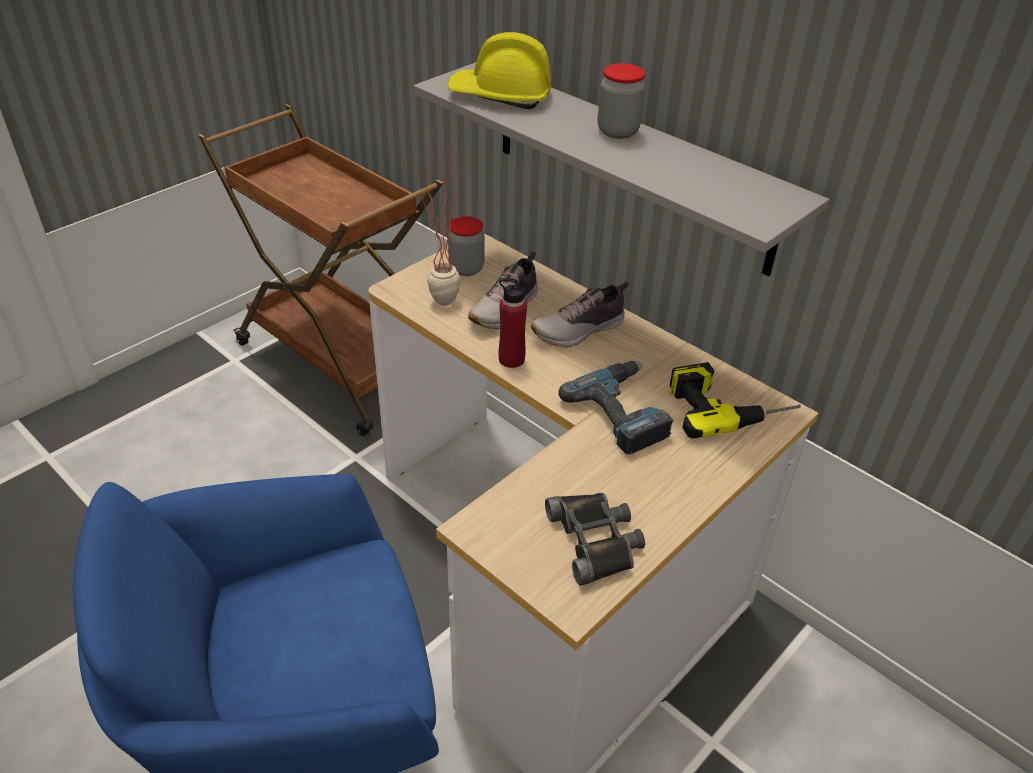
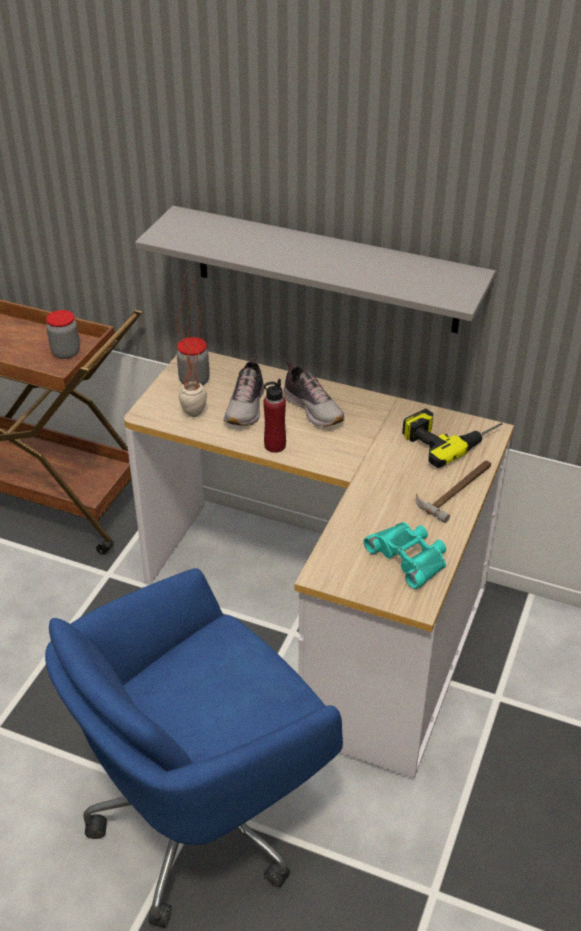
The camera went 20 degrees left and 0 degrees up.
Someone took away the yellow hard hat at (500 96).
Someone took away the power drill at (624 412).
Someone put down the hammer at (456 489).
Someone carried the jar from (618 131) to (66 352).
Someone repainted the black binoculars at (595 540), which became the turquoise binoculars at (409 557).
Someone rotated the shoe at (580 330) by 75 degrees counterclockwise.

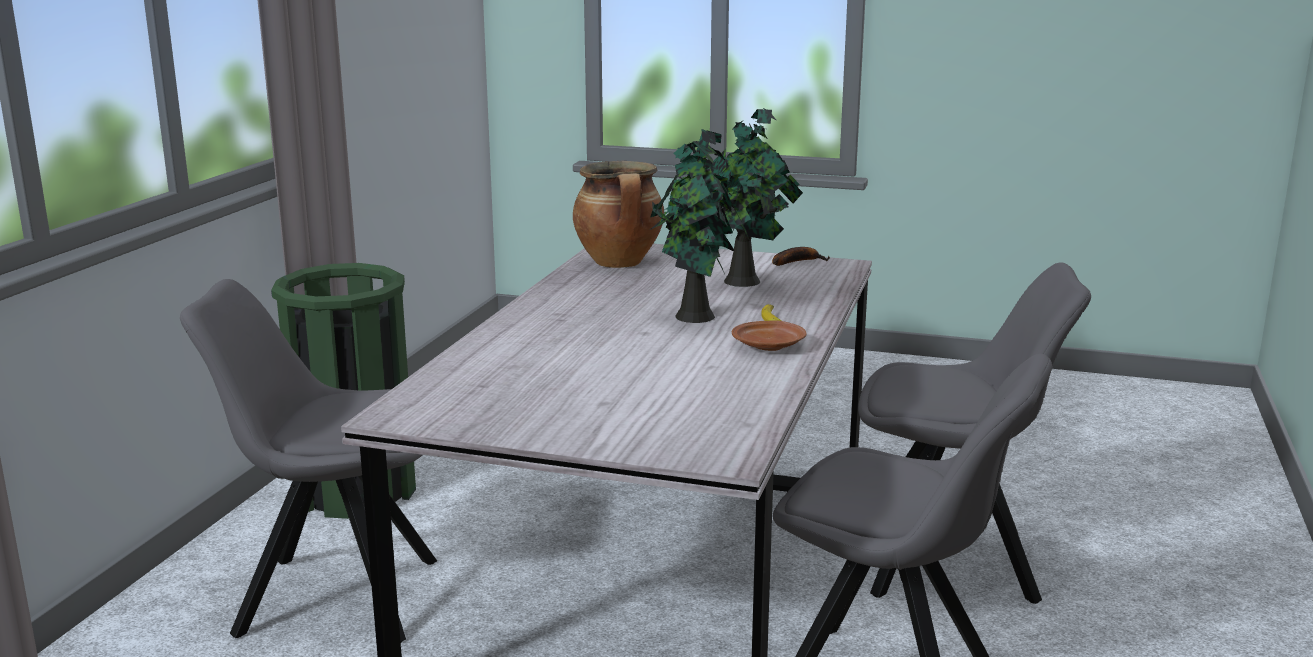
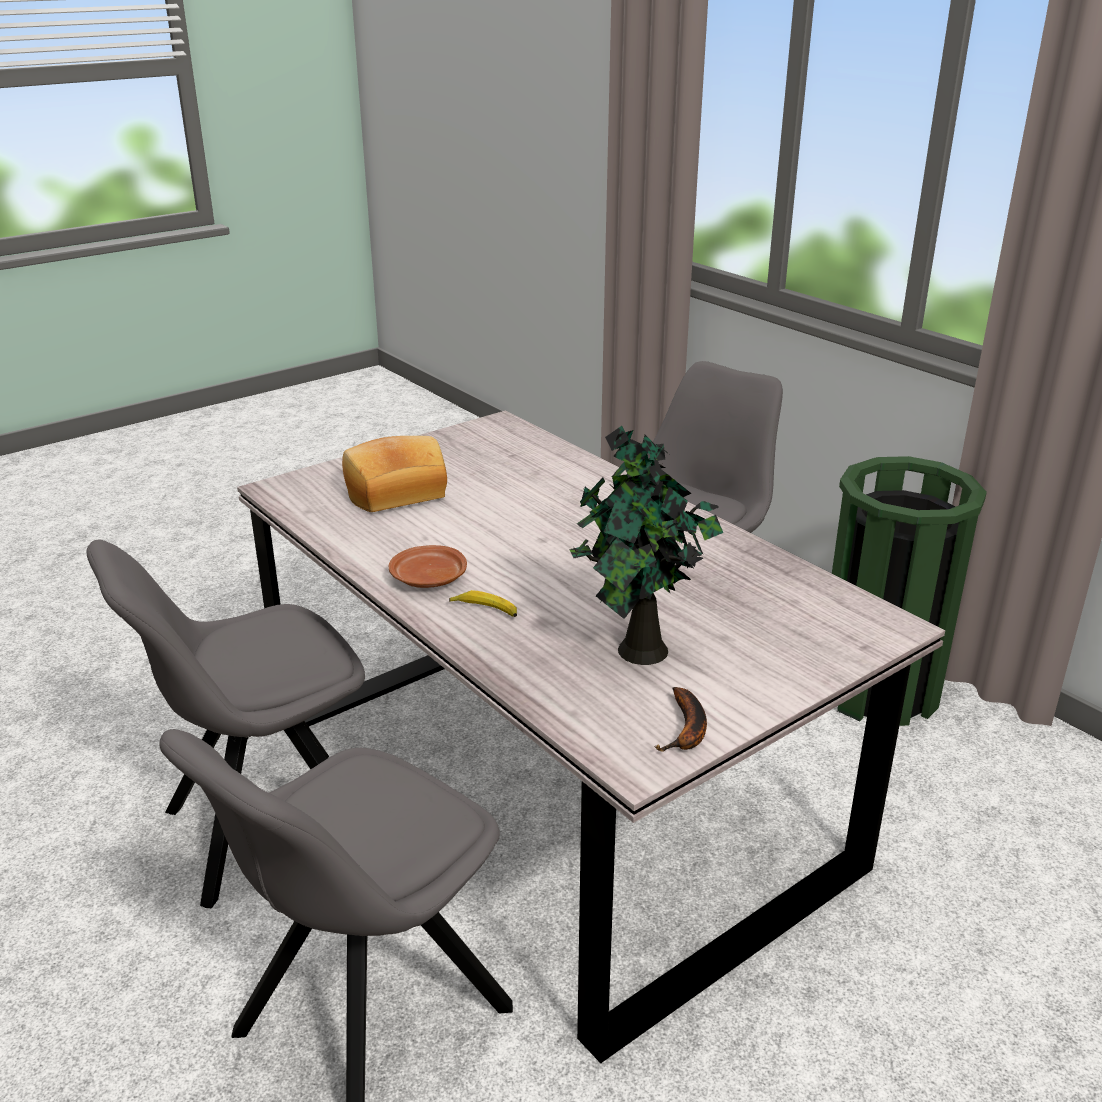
The camera went 125 degrees right and 10 degrees up.
Someone took away the cooking pot at (620 263).
Someone took away the potted plant at (698 317).
Someone put down the bread at (394 491).

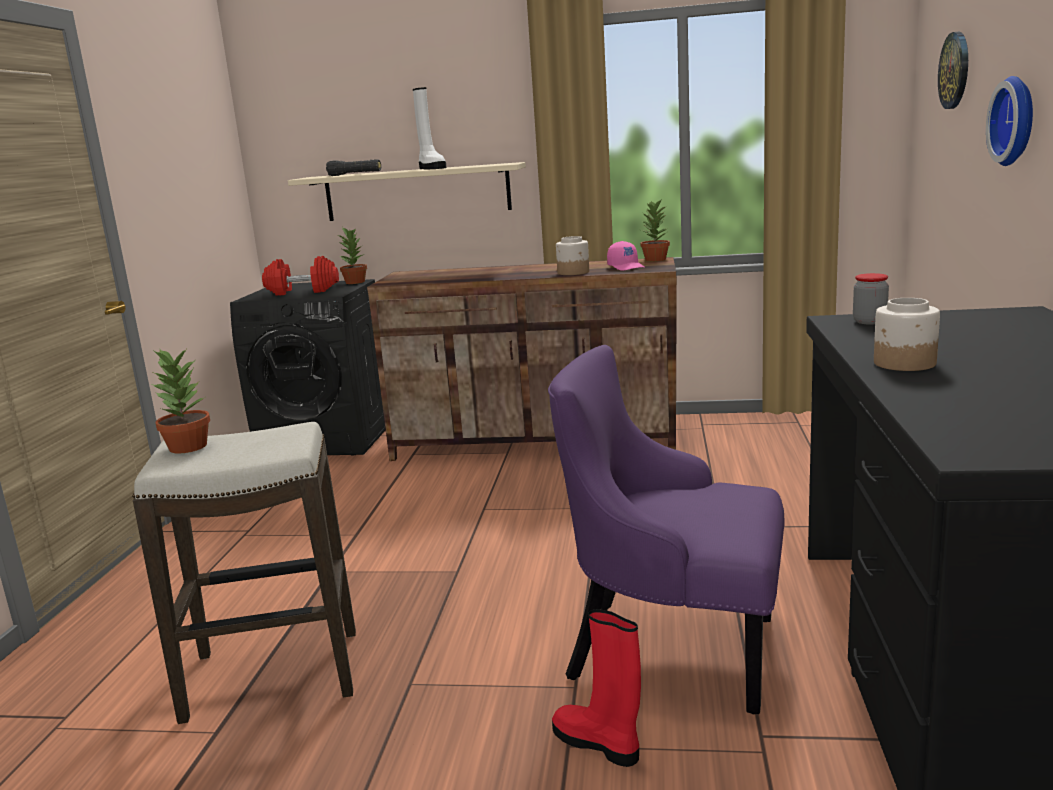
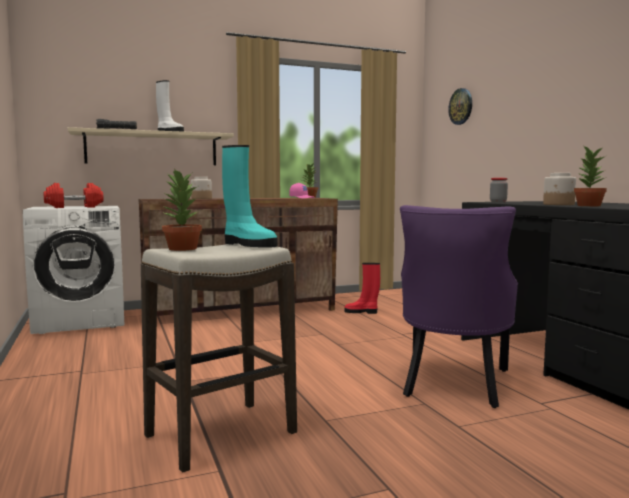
The camera went 30 degrees left and 10 degrees down.
Someone took away the wall clock at (1017 121).
Someone put down the turquoise boot at (248 244).
Someone carried the potted plant from (355 282) to (588 206).
Someone carried the red boot from (598 744) to (362 312).
Someone carried the jar from (573 272) to (202 199).
Someone repainted the black washing machine at (327 442), which became the white washing machine at (81 323).
Someone rotated the purple chair at (676 651) by 60 degrees counterclockwise.

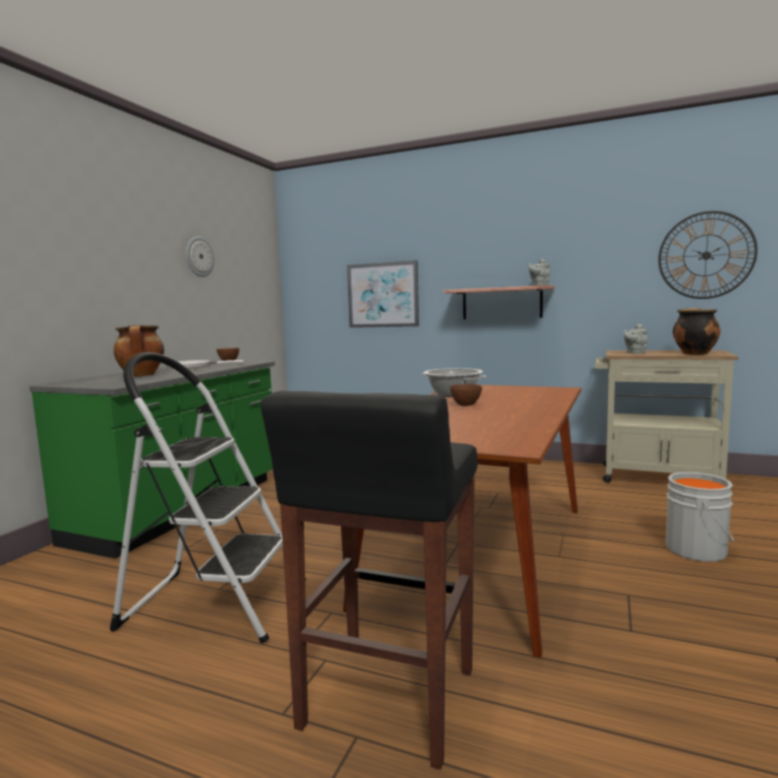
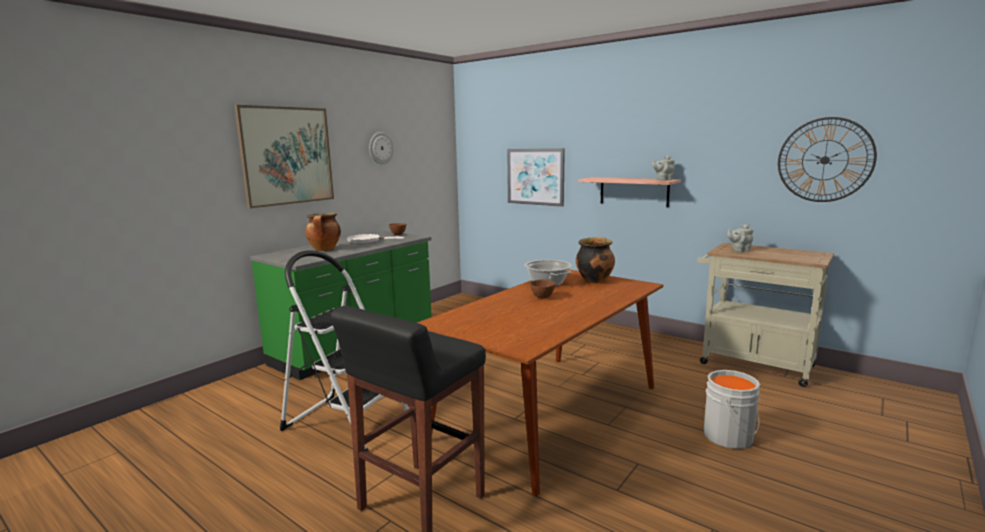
The camera went 15 degrees right and 5 degrees up.
Someone put up the picture at (287 156).
Someone carried the cooking pot from (694 354) to (594 280).

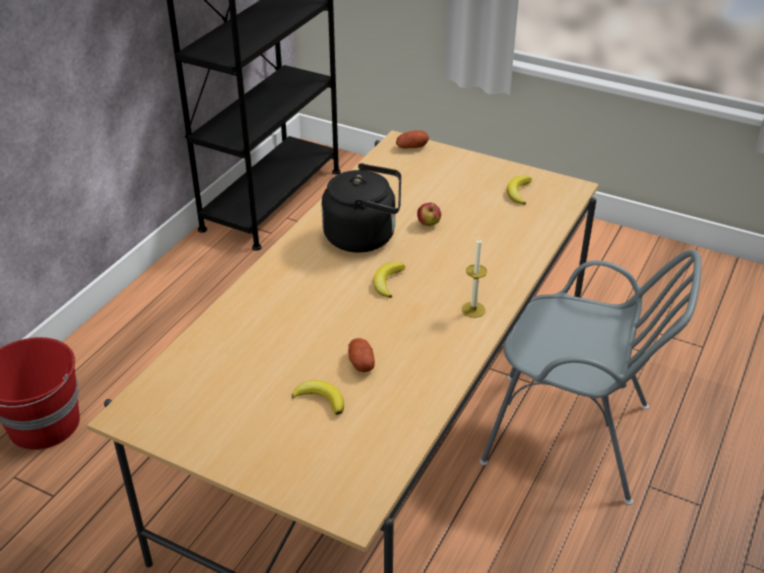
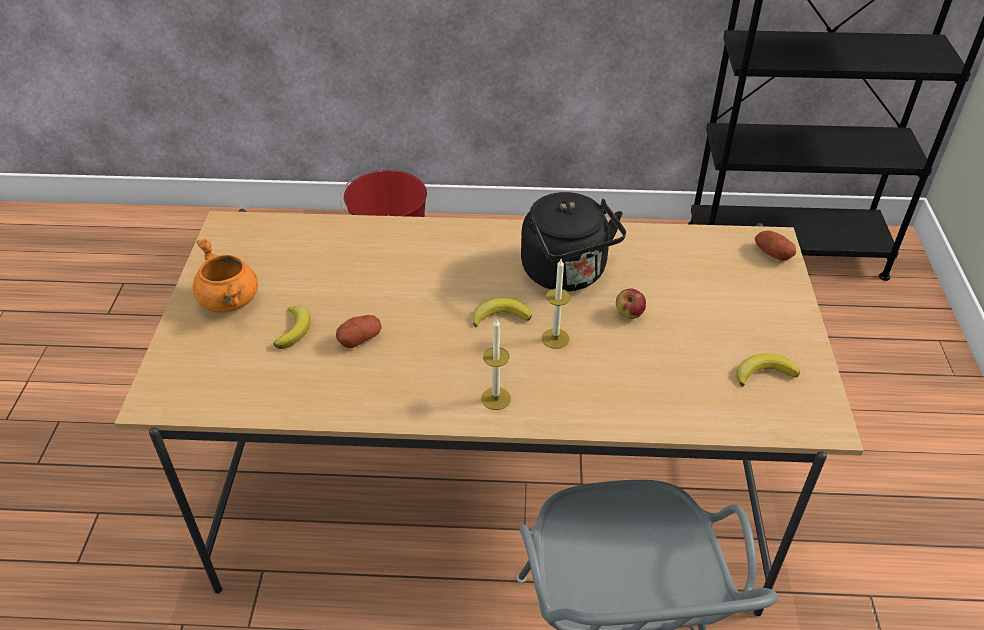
The camera went 65 degrees right and 5 degrees up.
Someone put down the orange cooking pot at (231 301).
Someone put down the candle at (555 338).

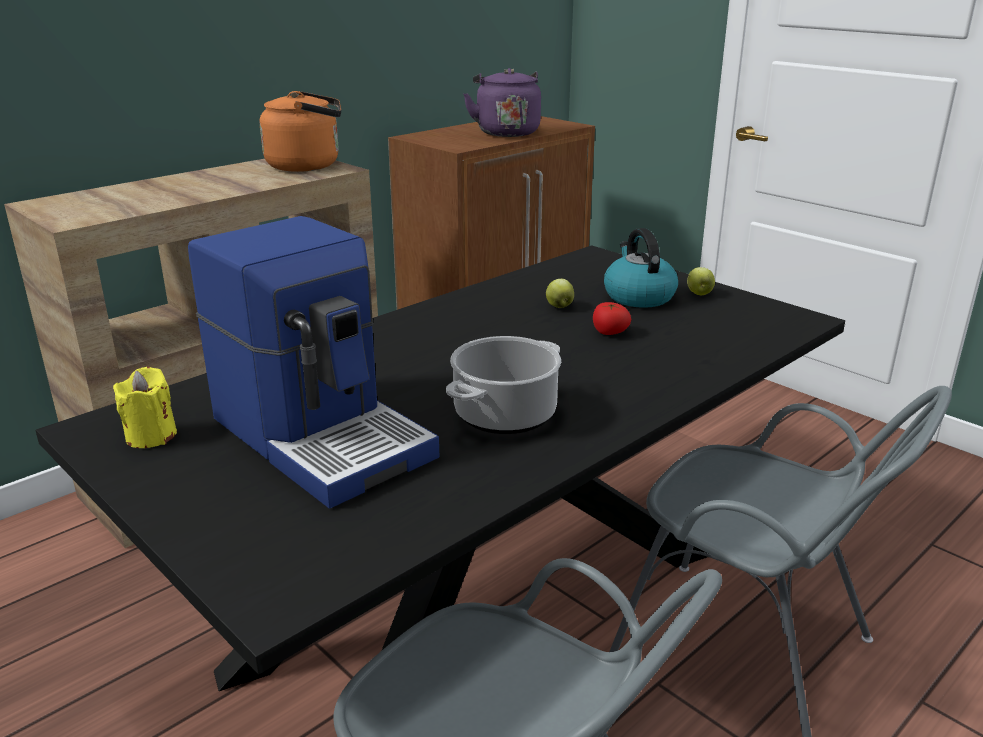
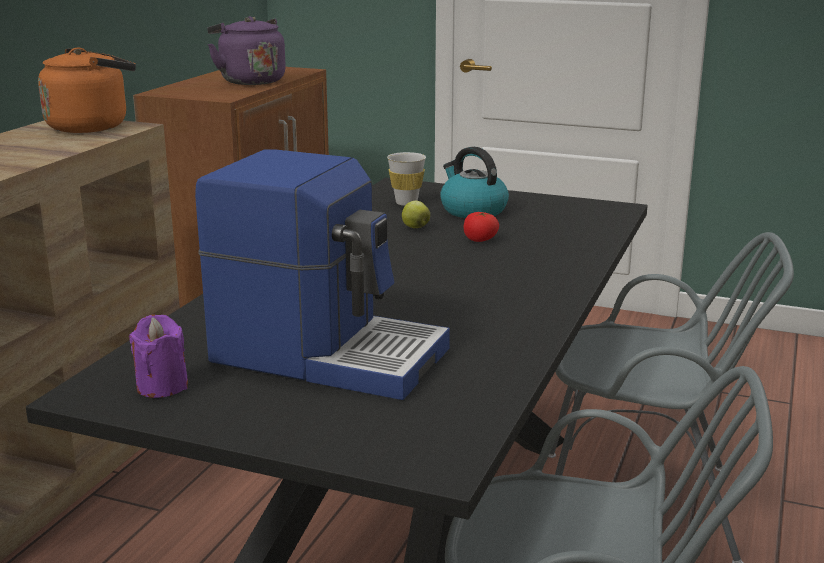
The camera went 25 degrees left and 5 degrees down.
Someone took away the cooking pot at (505 414).
Someone took away the apple at (699 294).
Someone put down the white cup at (406 203).
Someone repainted the yellow candle at (151 436), which became the purple candle at (162 386).

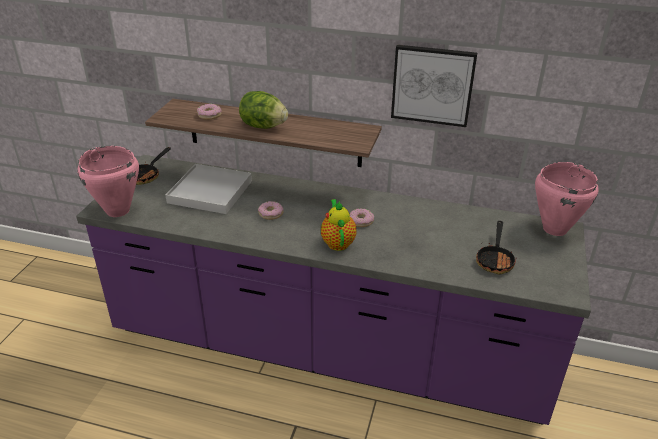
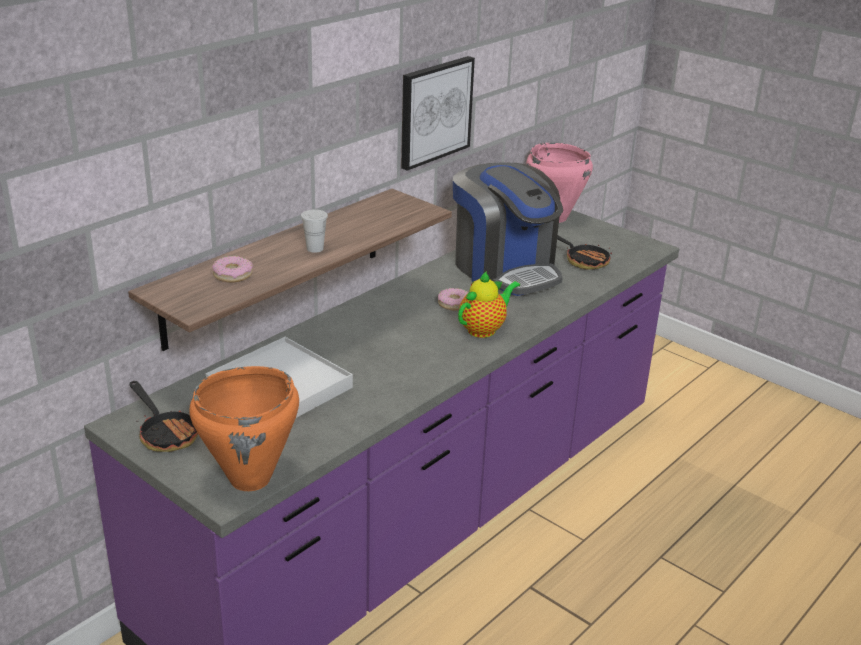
The camera went 65 degrees left and 5 degrees down.
Someone took away the donut at (271 214).
Someone put down the coffee machine at (505 270).
Someone swapped the lettuce at (263 126) for the white cup at (315 248).
Someone repainted the pink cooking pot at (117 211), which became the orange cooking pot at (251 479).
Someone rotated the teapot at (337 242) by 120 degrees clockwise.

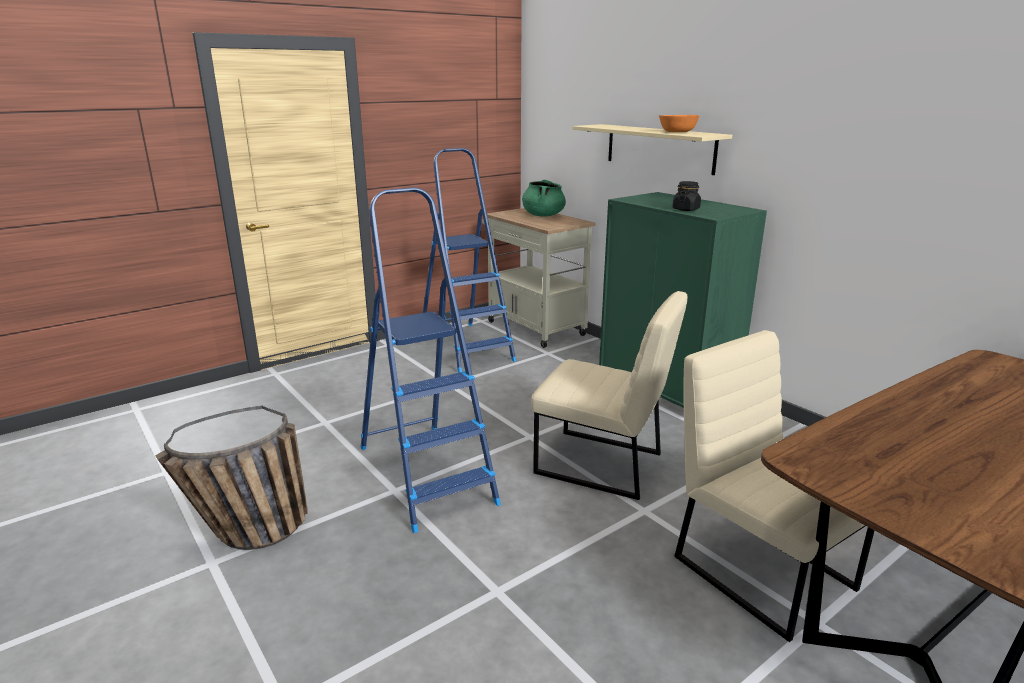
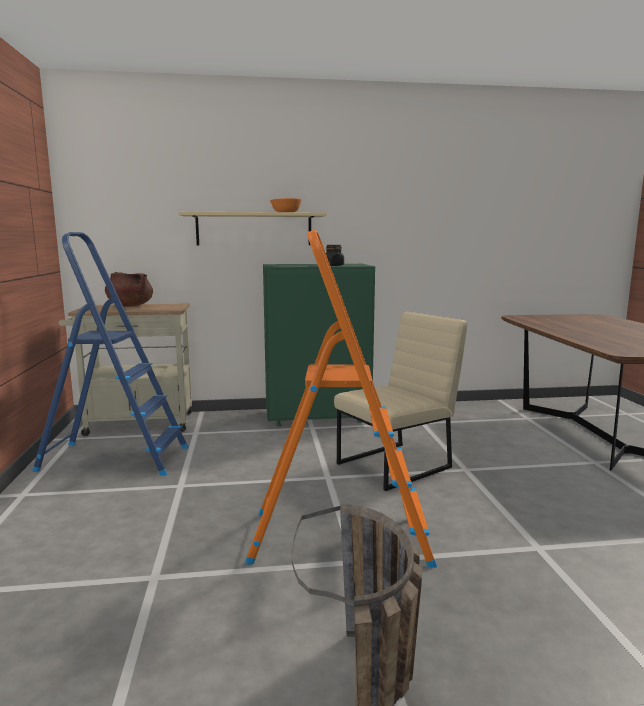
The camera went 60 degrees left and 10 degrees down.
Someone took away the beige chair at (759 569).
Someone repainted the blue step ladder at (426 474), which became the orange step ladder at (341 538).
Someone repainted the green cooking pot at (543 215), which became the brown cooking pot at (130 306).

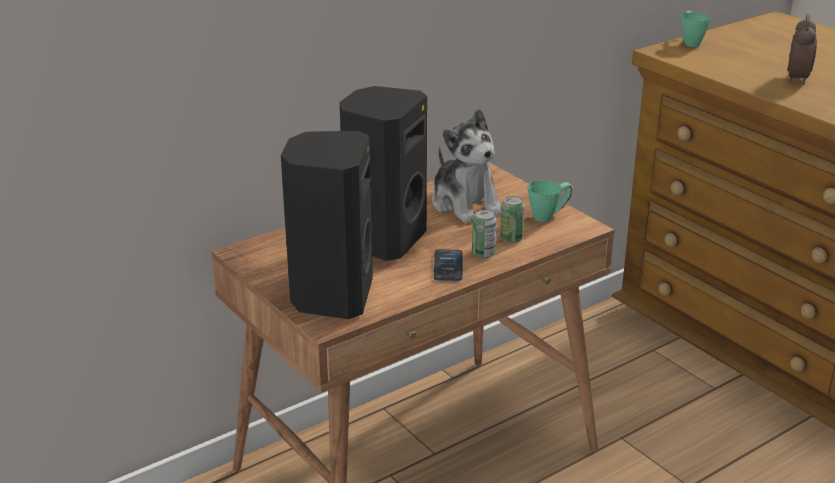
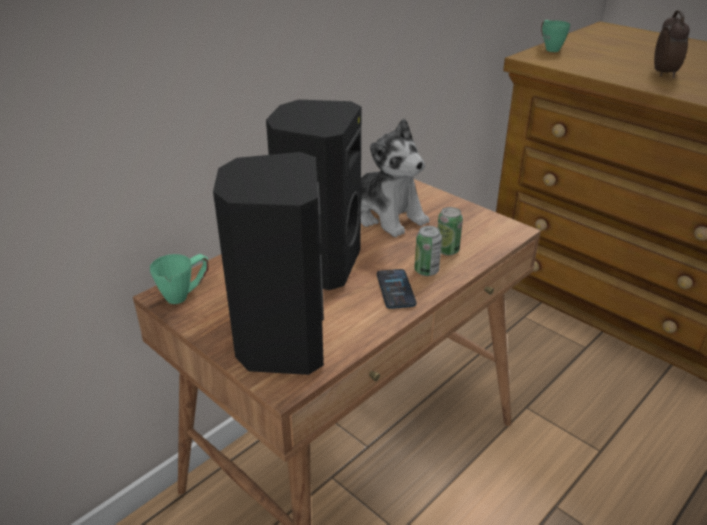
The camera went 10 degrees left and 5 degrees up.
Someone carried the green mug from (549 216) to (185 294).

